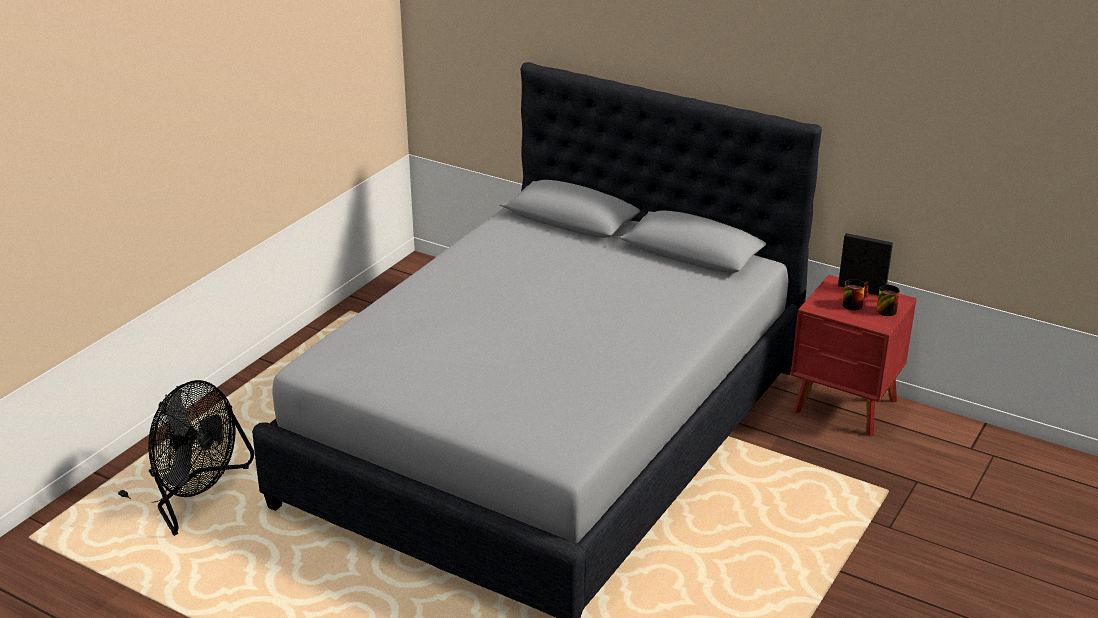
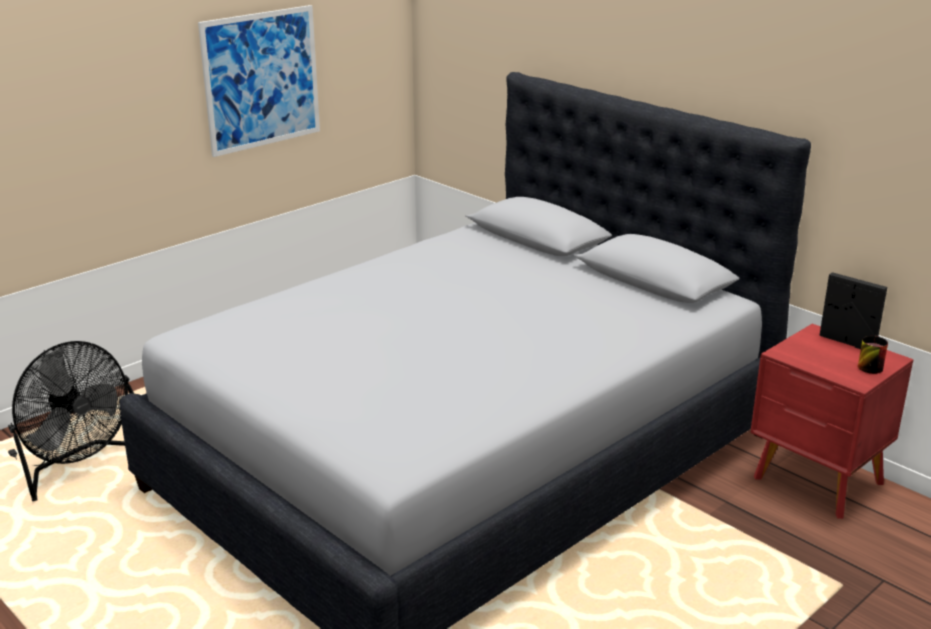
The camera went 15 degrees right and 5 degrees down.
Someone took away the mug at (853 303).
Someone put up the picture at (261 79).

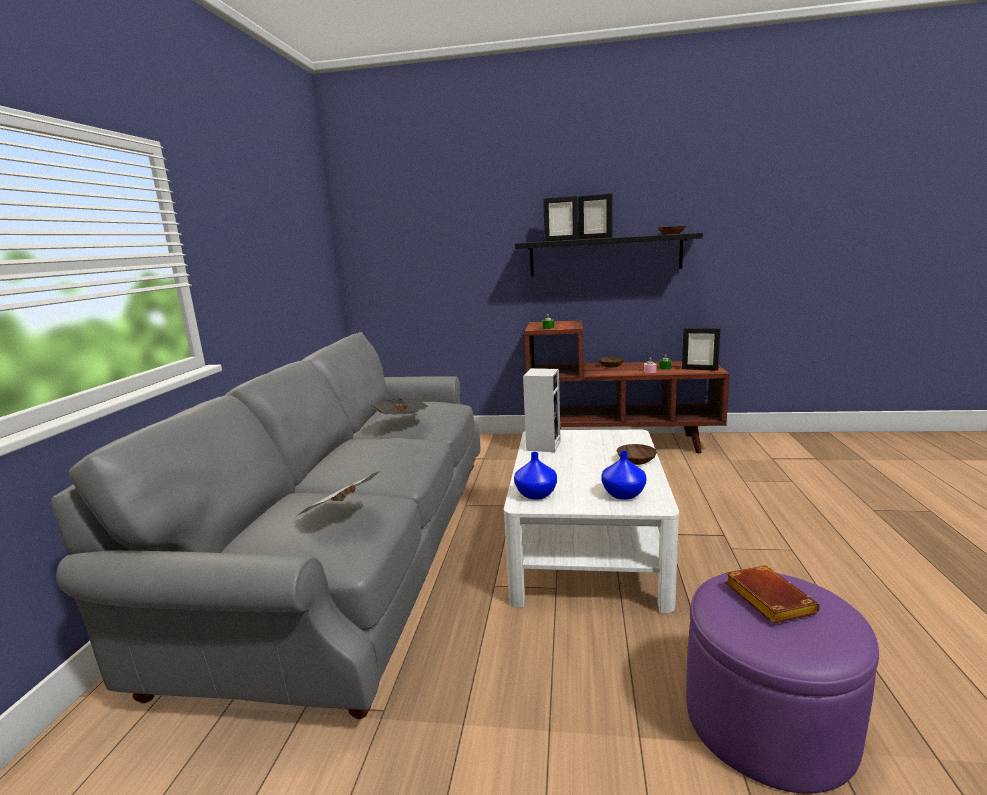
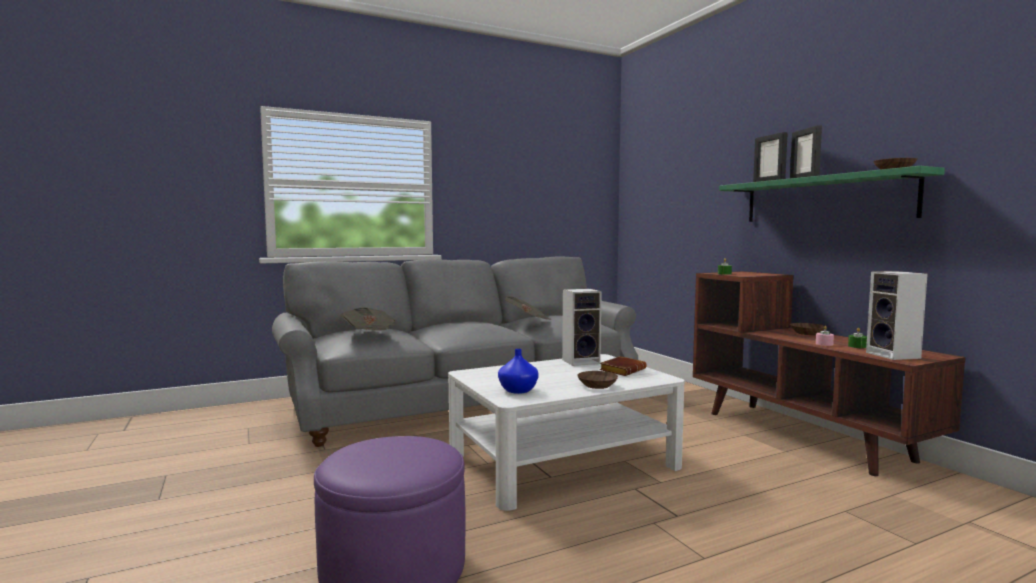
The camera went 55 degrees right and 10 degrees down.
Someone took away the blue vase at (535 494).
Someone carried the brown book from (765 599) to (622 370).
Someone swapped the picture frame at (700 369) for the speaker at (895 355).
Someone repainted the black shelf at (604 255), which became the green shelf at (824 199).

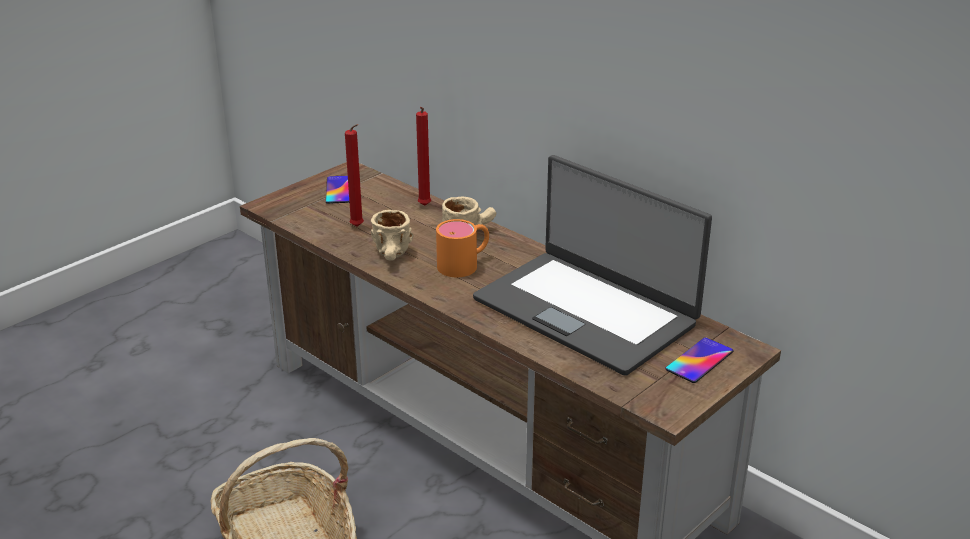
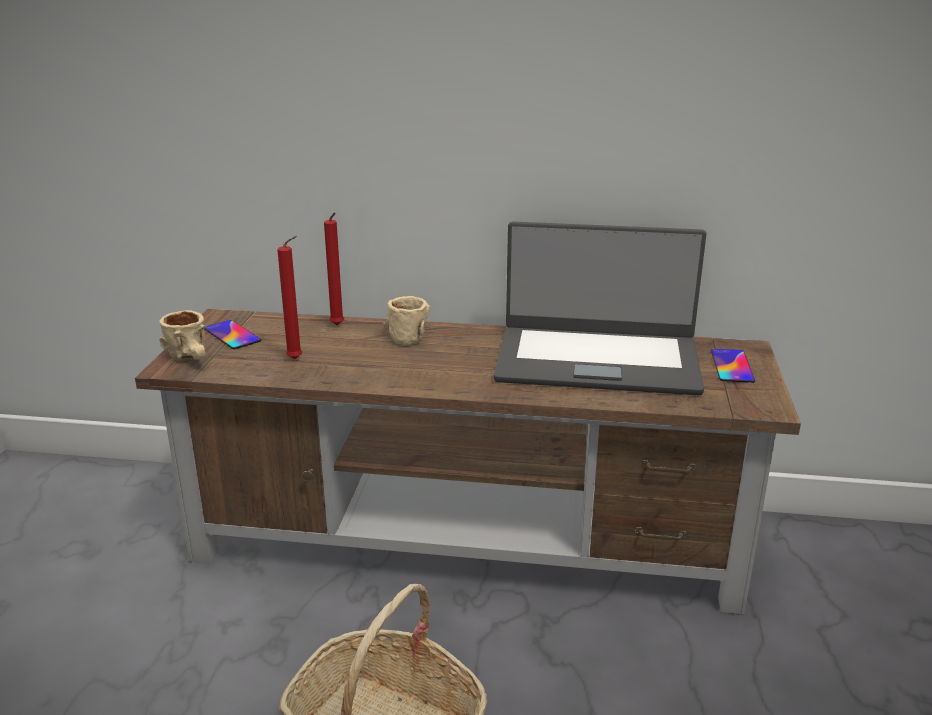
The camera went 35 degrees left and 5 degrees down.
Someone took away the orange mug at (465 264).
Someone carried the beige mug from (394 257) to (194 359).

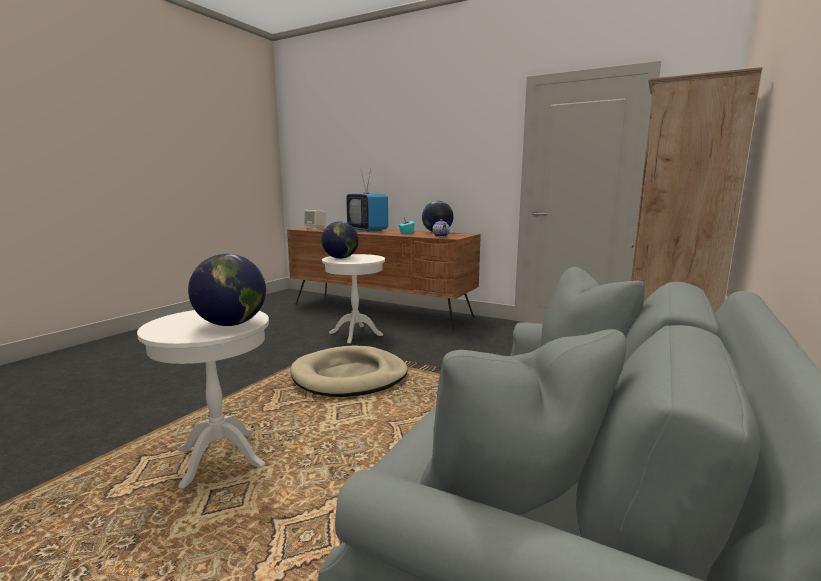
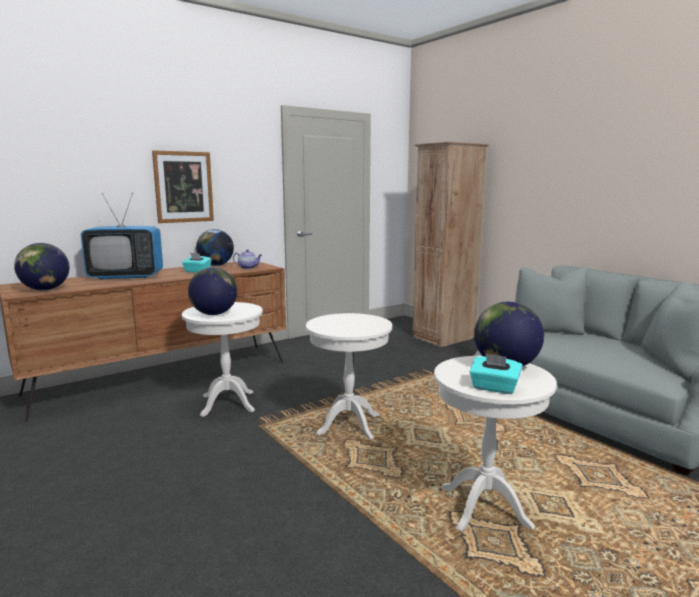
The camera went 65 degrees left and 0 degrees up.
Someone put up the picture at (183 187).
Someone put down the turquoise tissue box at (494 388).
Someone swapped the beige dog bed at (350 376) for the white side table at (349 425).
Someone swapped the beige speaker at (315 229) for the globe at (45 289).

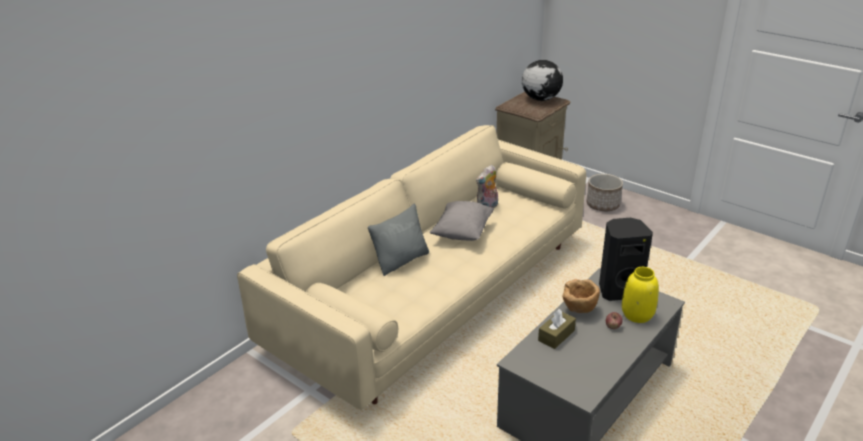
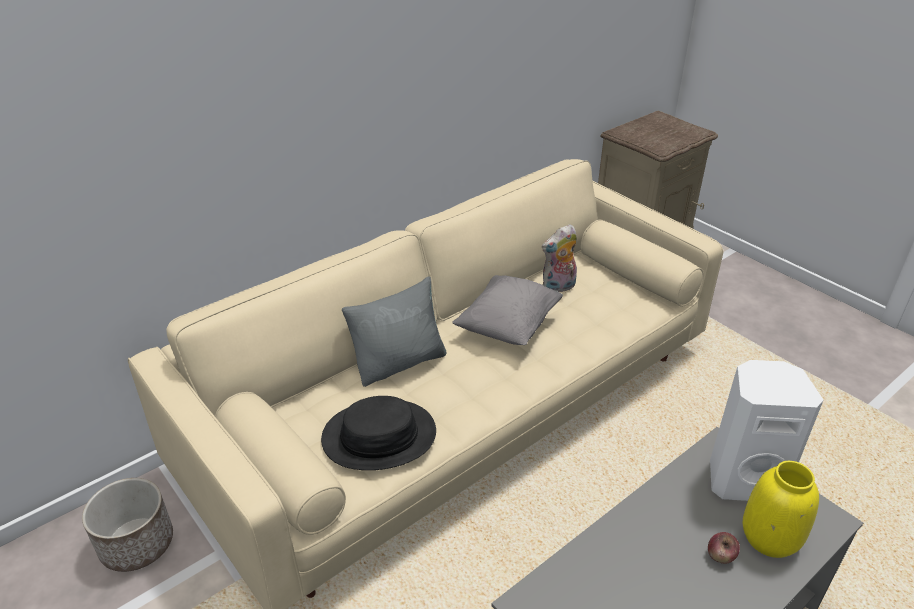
The camera went 10 degrees right and 5 degrees up.
Someone took away the globe at (540 99).
Someone took away the brown tissue box at (556 335).
Someone took away the brown bowl at (579 309).
Someone put down the black hat at (379 436).
Someone carried the planter from (603 205) to (138 544).
Someone repainted the black speaker at (618 290), which became the white speaker at (743 479).

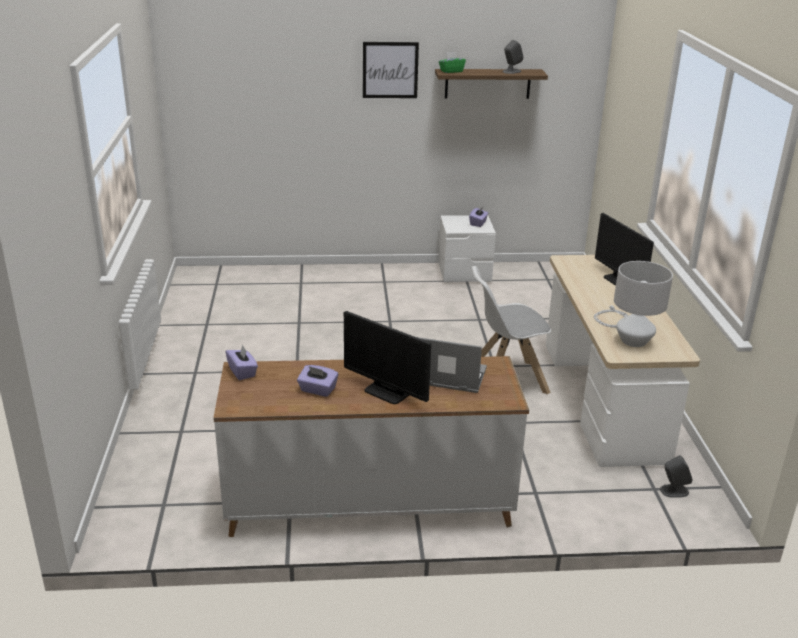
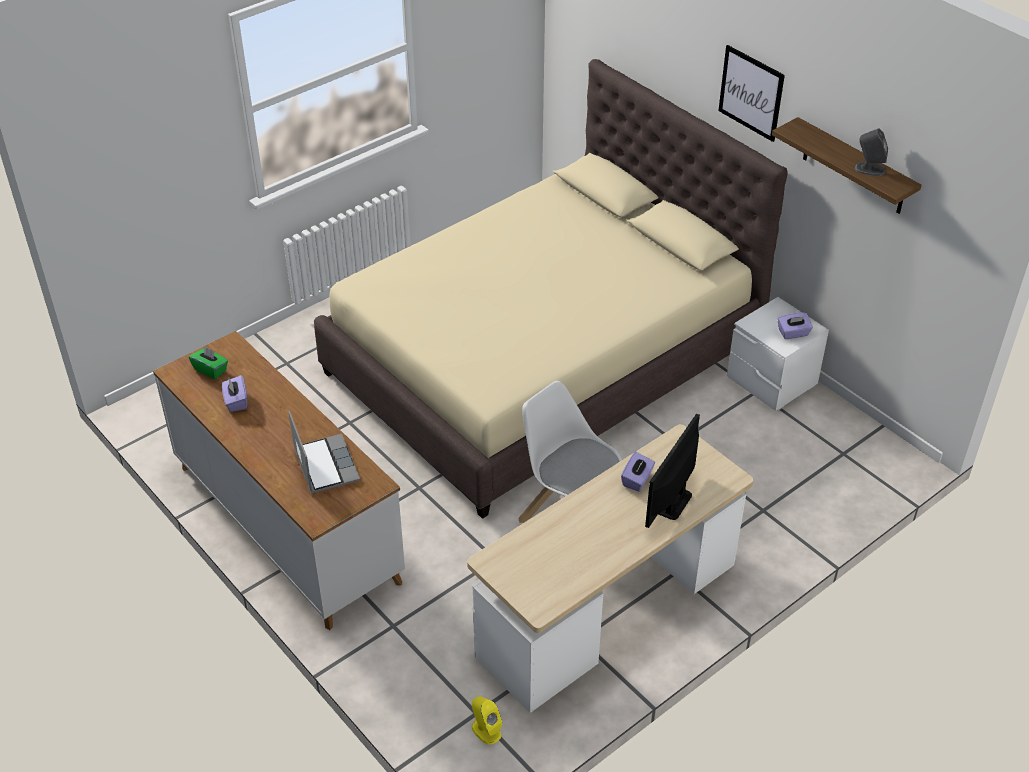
The camera went 55 degrees right and 15 degrees up.
Someone took away the monitor at (387 392).
Someone took away the white table lamp at (625 332).
Someone put down the beige bed at (544 360).
Someone carried the purple tissue box from (242 372) to (637 480).
Someone carried the green tissue box from (451 71) to (211 370).
Someone repainted the grey speaker at (674 491), which became the yellow speaker at (486 730).

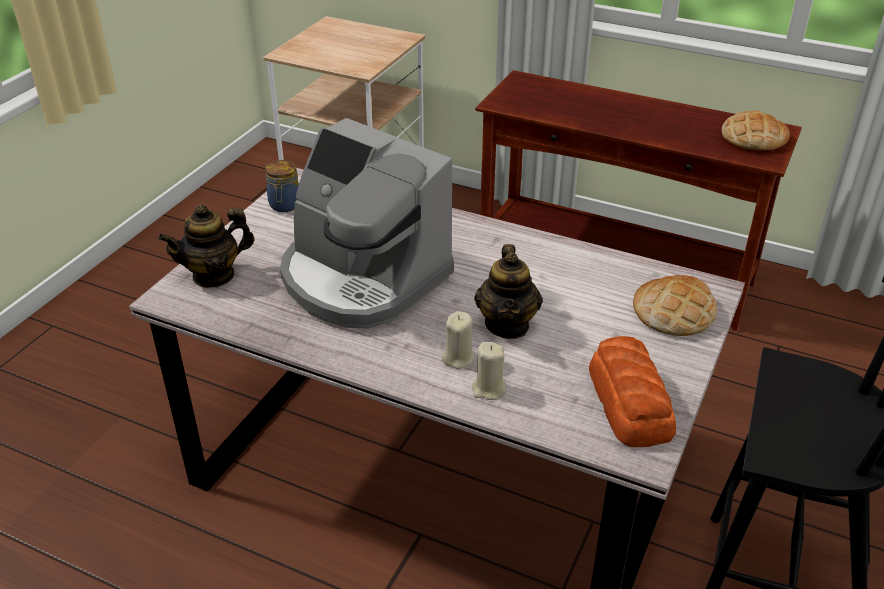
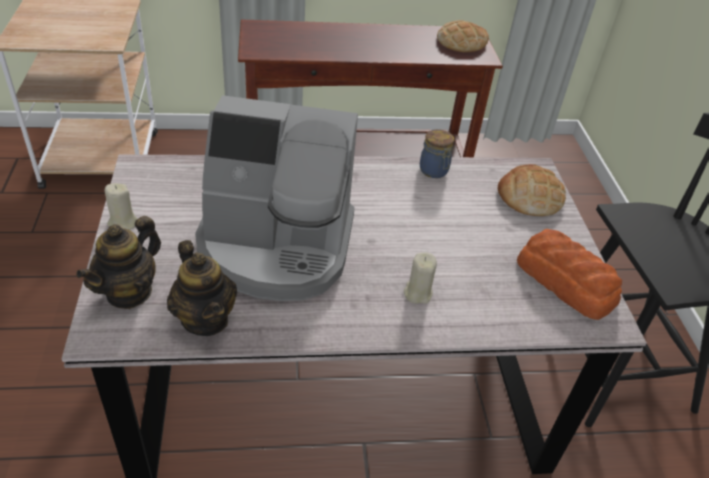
The camera went 35 degrees left and 5 degrees up.
Someone carried the jar from (284 206) to (434 171).
Someone carried the beige candle from (488 389) to (122 223).
Someone carried the teapot from (507 325) to (205 319).

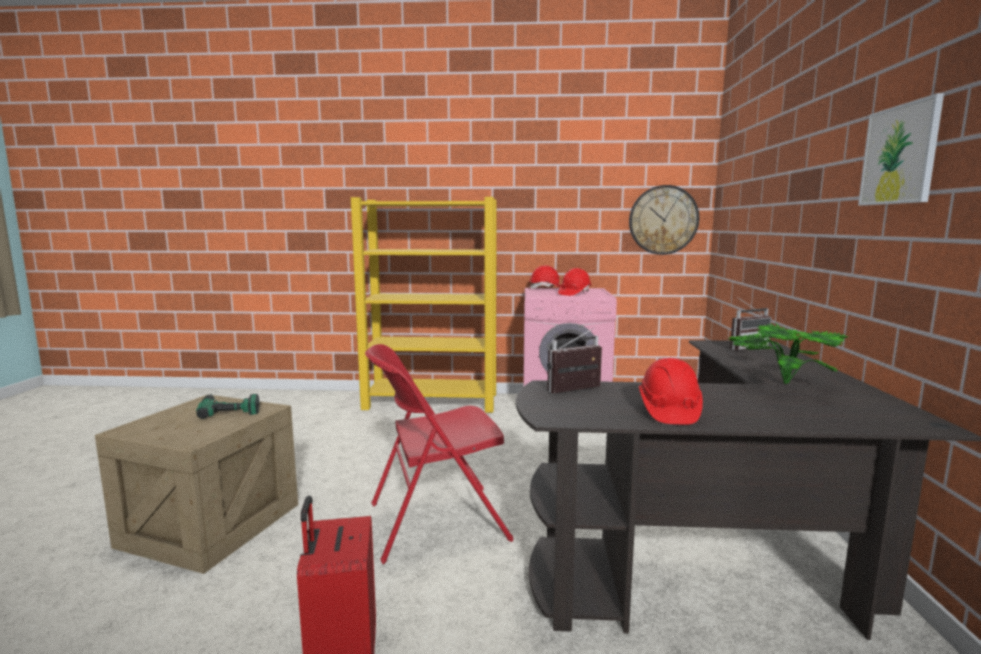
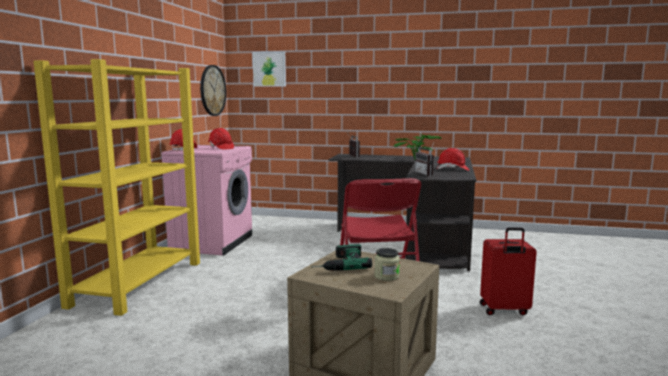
The camera went 80 degrees left and 0 degrees up.
Someone put down the jar at (386 276).
Someone carried the picture from (899 155) to (269 69).

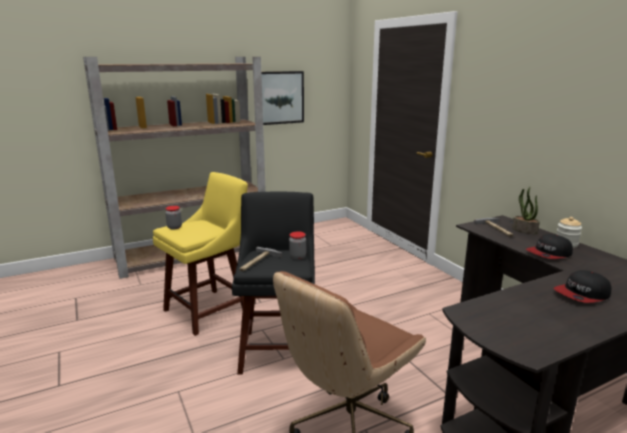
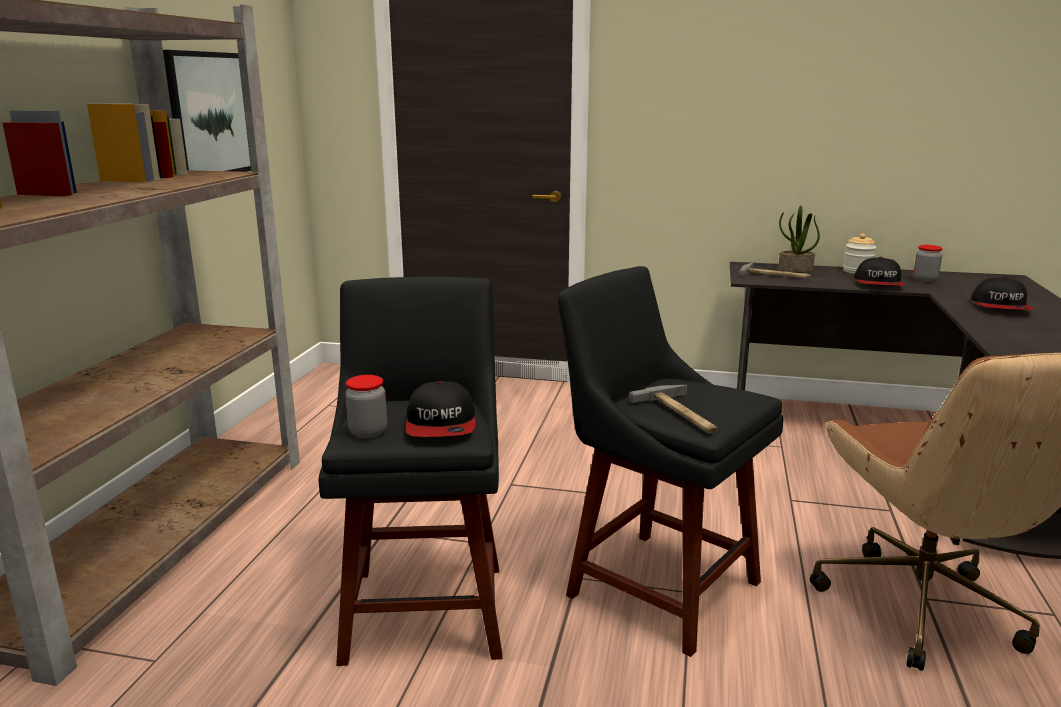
The camera went 50 degrees left and 0 degrees up.
Someone put down the cap at (441 425).
Someone carried the jar from (297 257) to (925 279).
Someone repainted the yellow stool at (209 309), which became the black stool at (426 606).

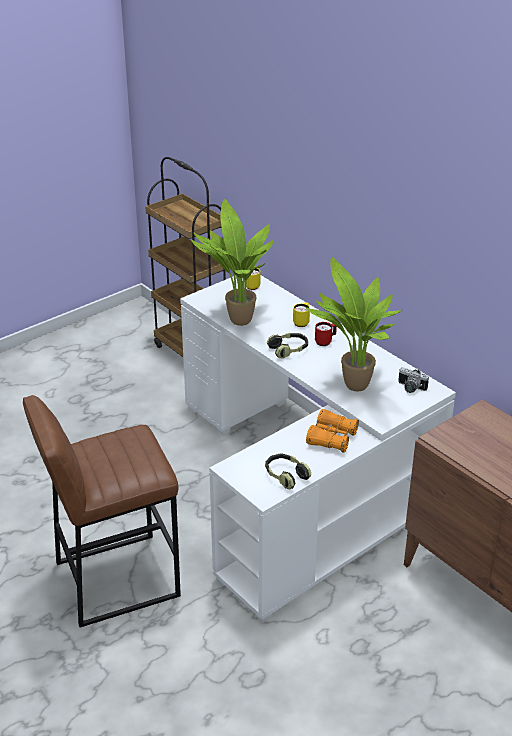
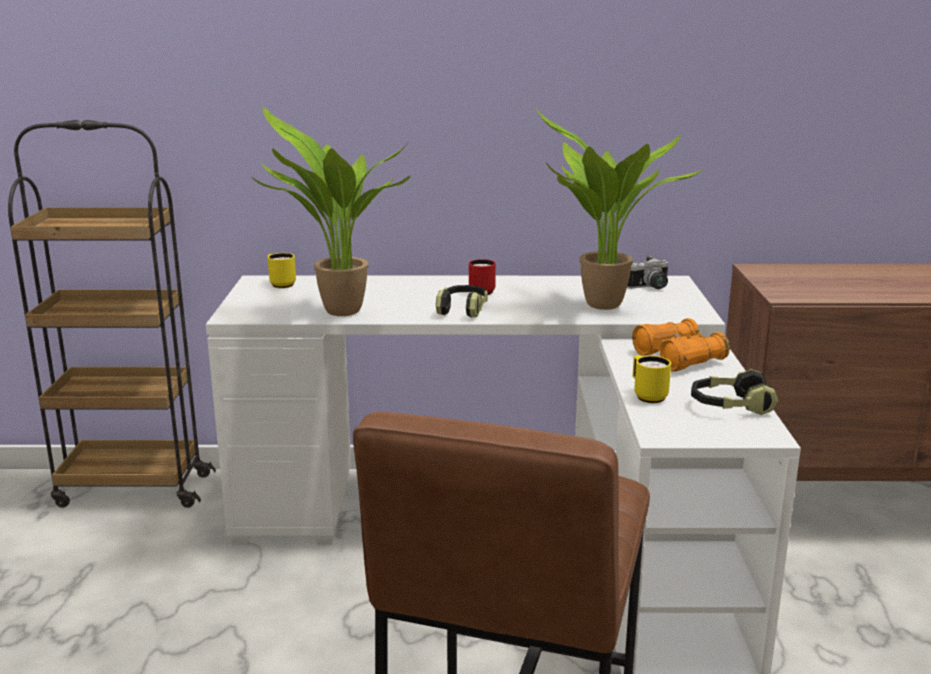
The camera went 50 degrees left and 15 degrees down.
Someone carried the yellow mug from (302 322) to (647 396).

